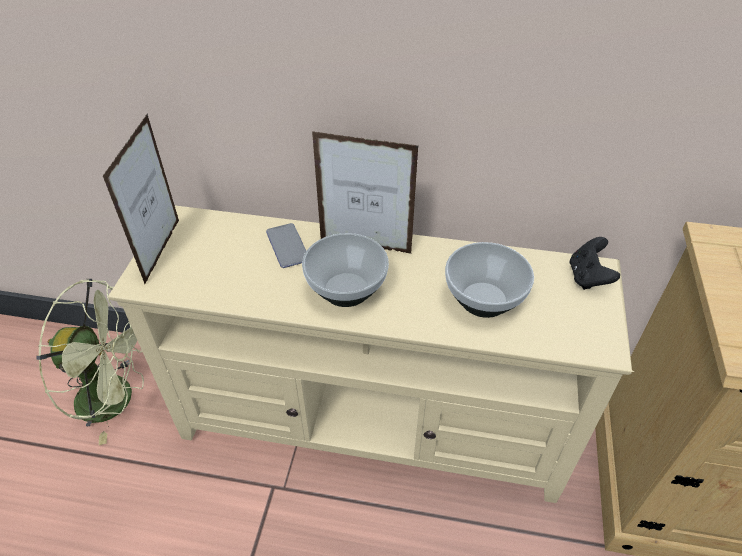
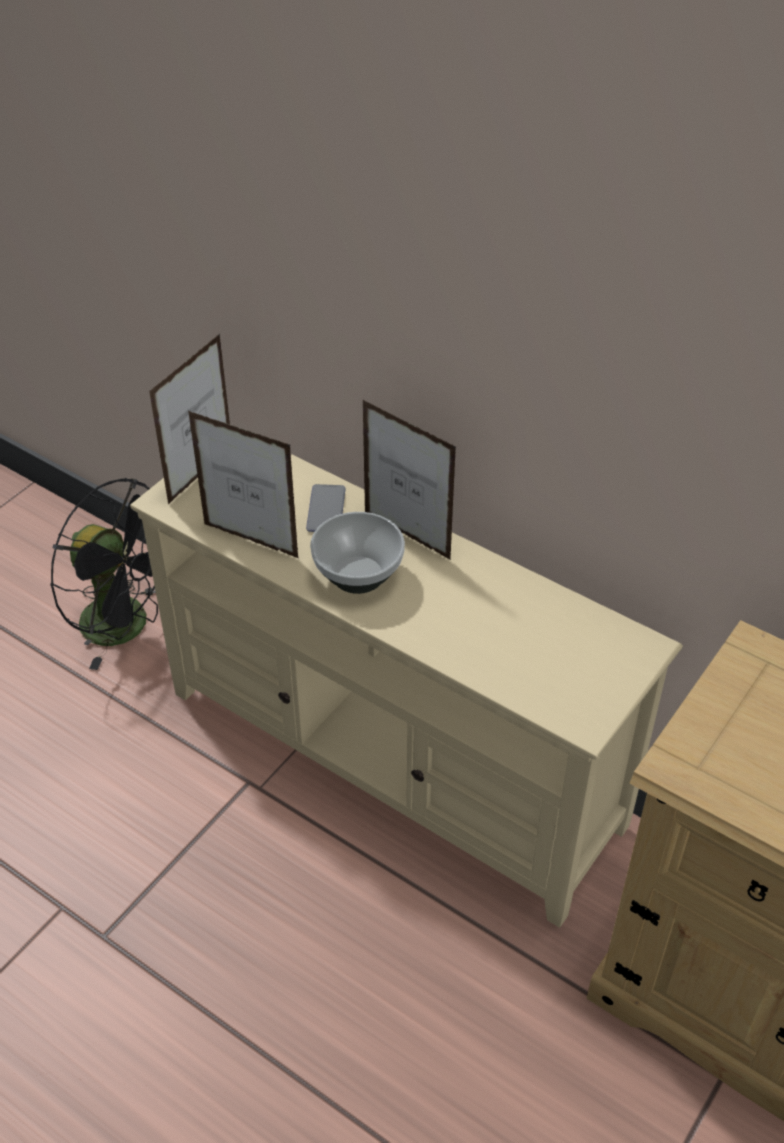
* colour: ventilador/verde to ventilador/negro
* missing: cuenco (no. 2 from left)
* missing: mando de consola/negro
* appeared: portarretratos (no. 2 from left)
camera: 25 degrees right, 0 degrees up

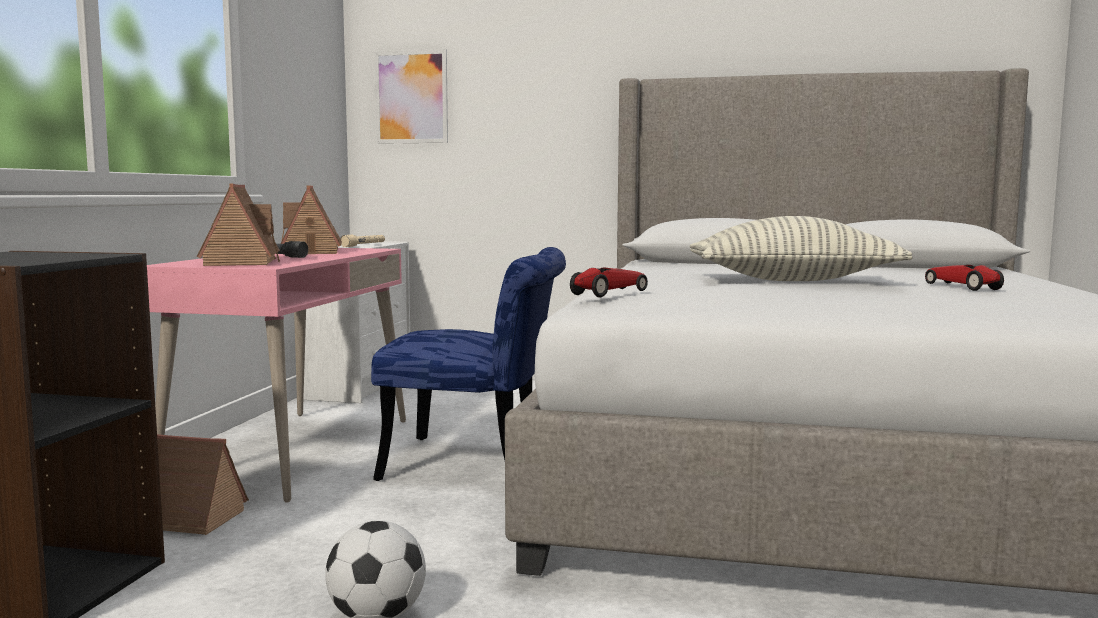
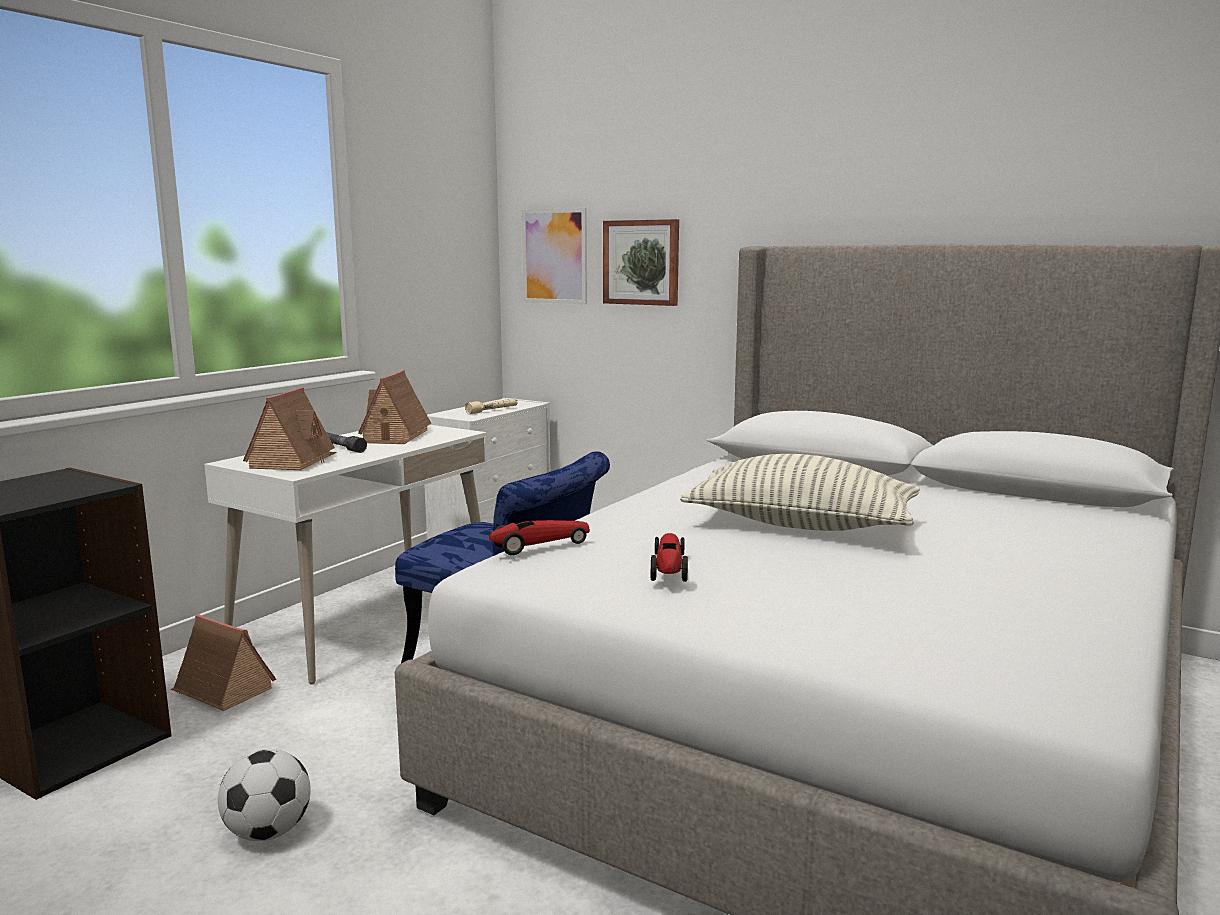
* colour: escritorio/rosa to escritorio/blanco
* relocated: coche de juguete (no. 2 from left)
* appeared: cuadro (no. 2 from left)
camera: 20 degrees right, 5 degrees up

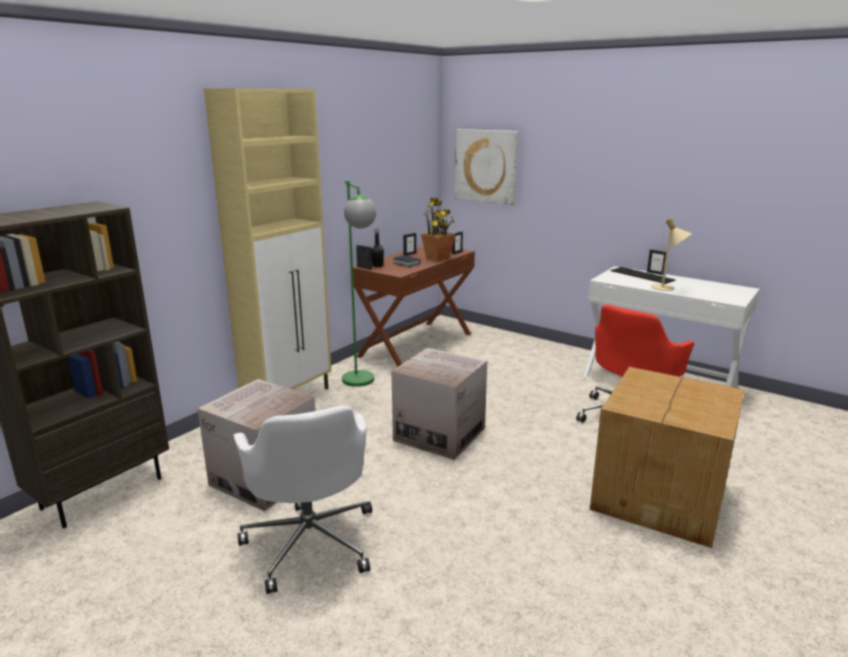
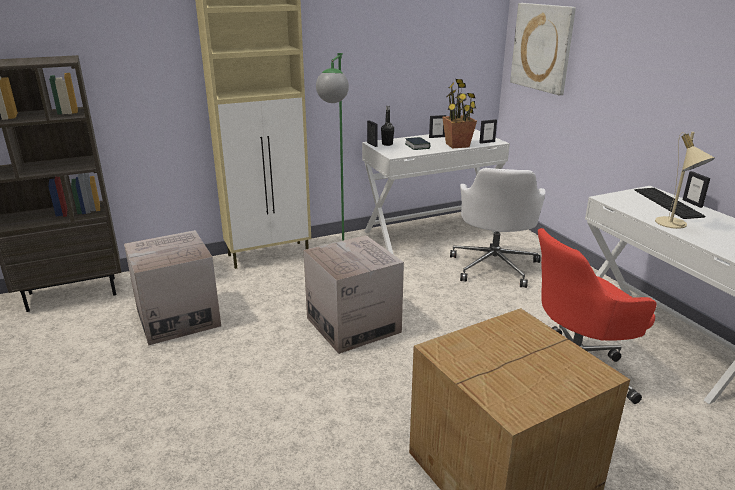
* relocated: silla de oficina/blanco
* colour: escritorio/marrón to escritorio/blanco (no. 1 from left)
camera: 30 degrees right, 5 degrees up

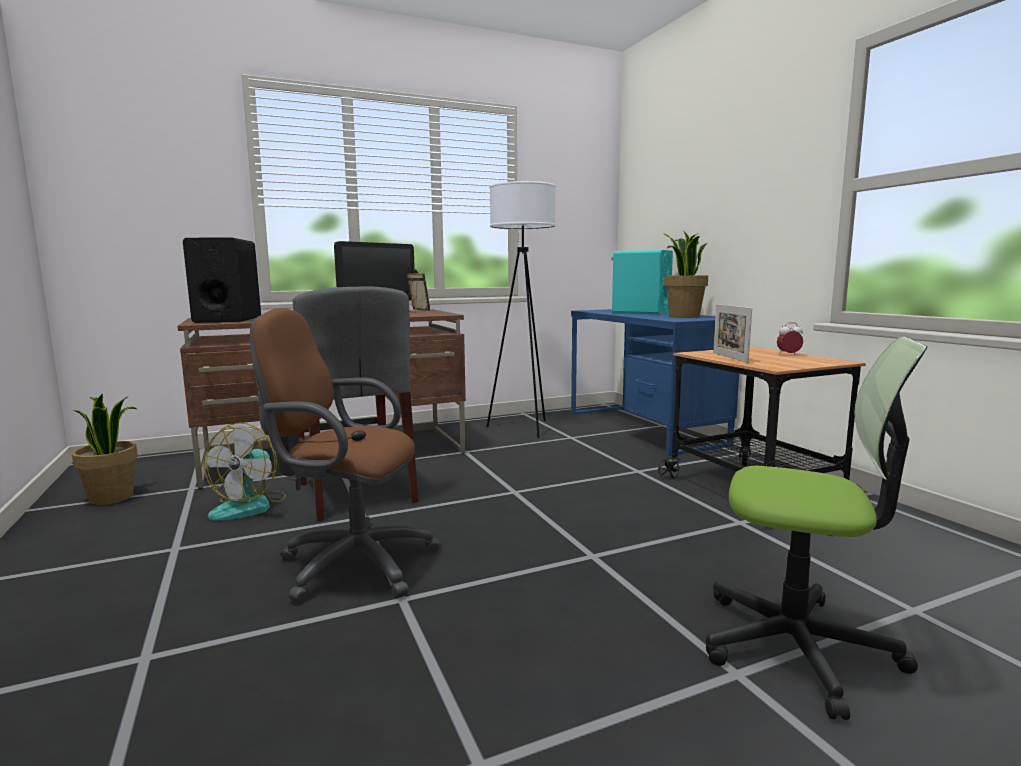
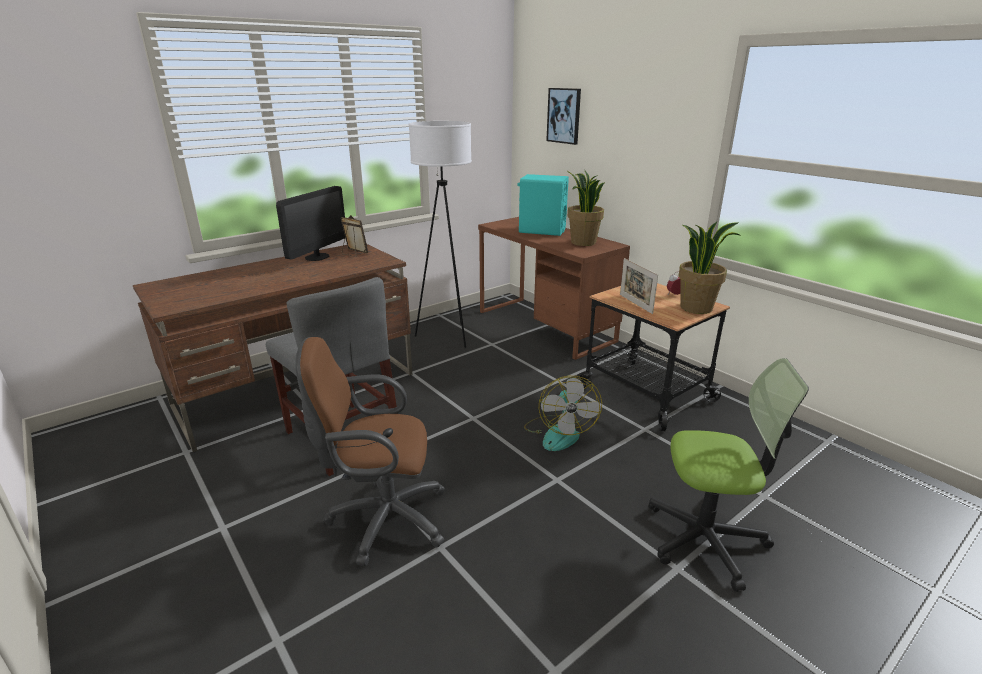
* relocated: planta en maceta (no. 1 from left in the first image) to planta en maceta (no. 2 from left)
* missing: altavoz/negro
* relocated: ventilador
* colour: escritorio/azul to escritorio/marrón (no. 2 from left)
* appeared: cuadro
camera: 15 degrees left, 15 degrees up

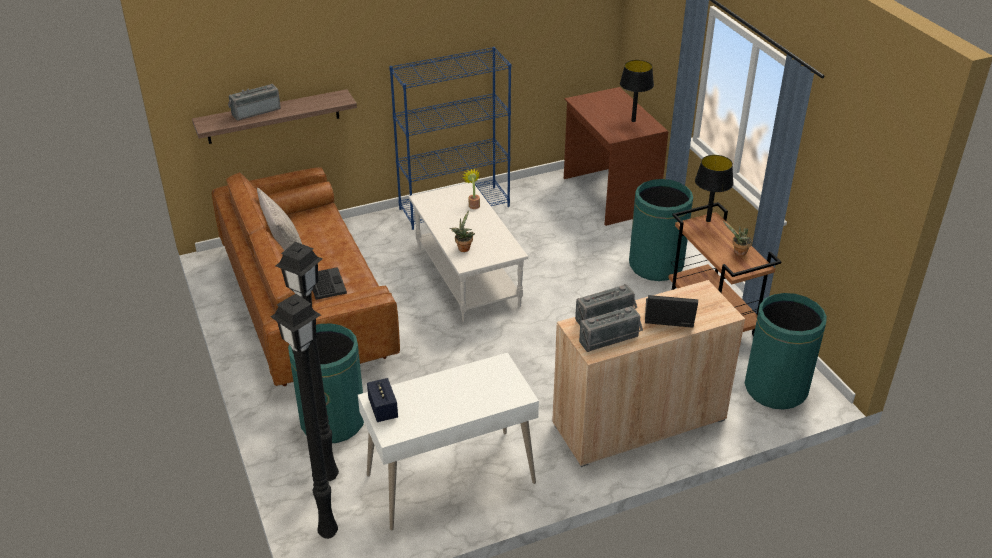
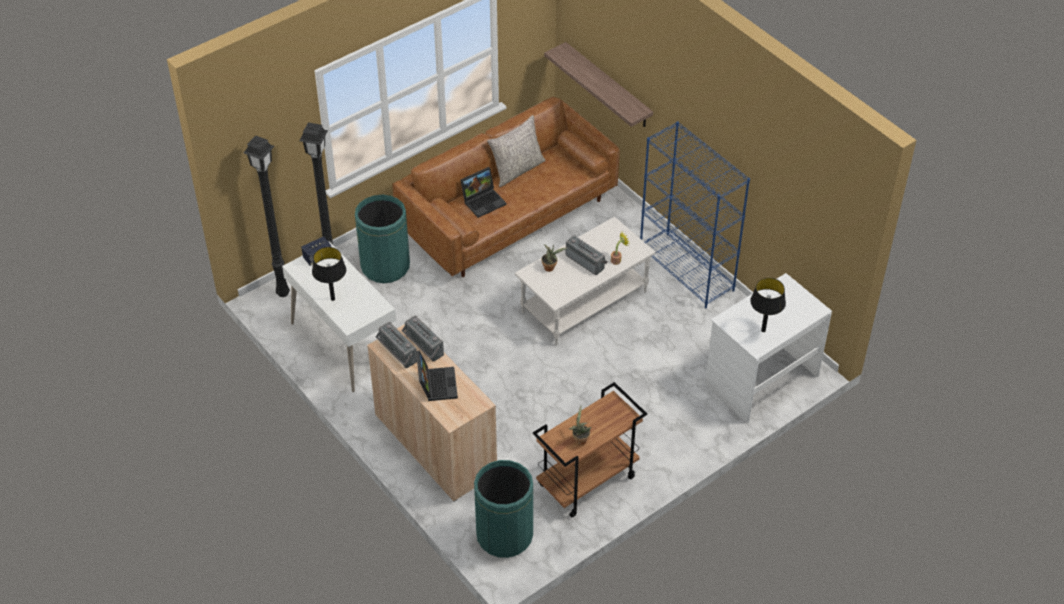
* relocated: radio (no. 1 from left in the first image) to radio (no. 3 from left)
* colour: escritorio/marrón to escritorio/blanco (no. 2 from left)
* missing: papelera/verde (no. 2 from left)
* relocated: lámpara de mesa/negro (no. 2 from left in the first image) to lámpara de mesa/negro (no. 1 from left)
camera: 75 degrees right, 10 degrees up

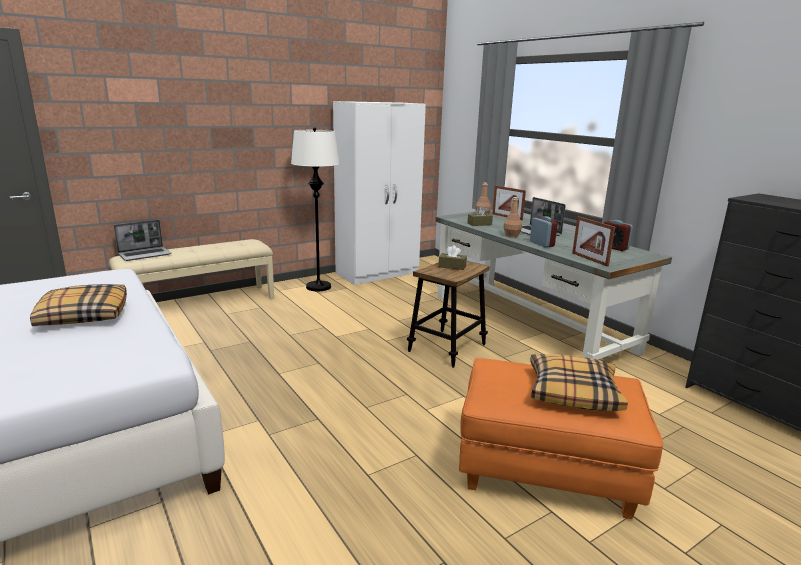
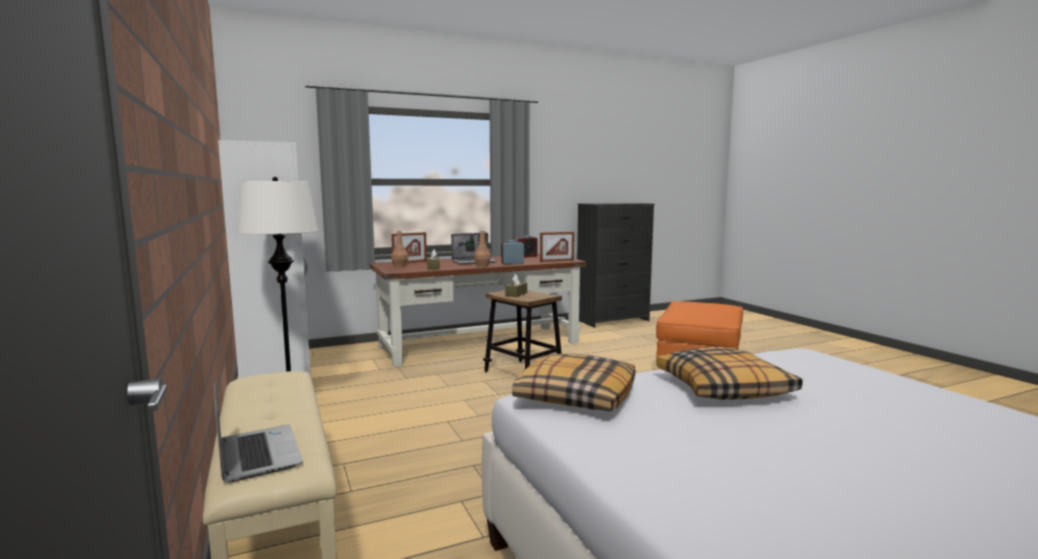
* colour: escritorio/gris to escritorio/marrón
* relocated: cojín (no. 2 from left in the first image) to cojín (no. 1 from left)
camera: 80 degrees left, 10 degrees down

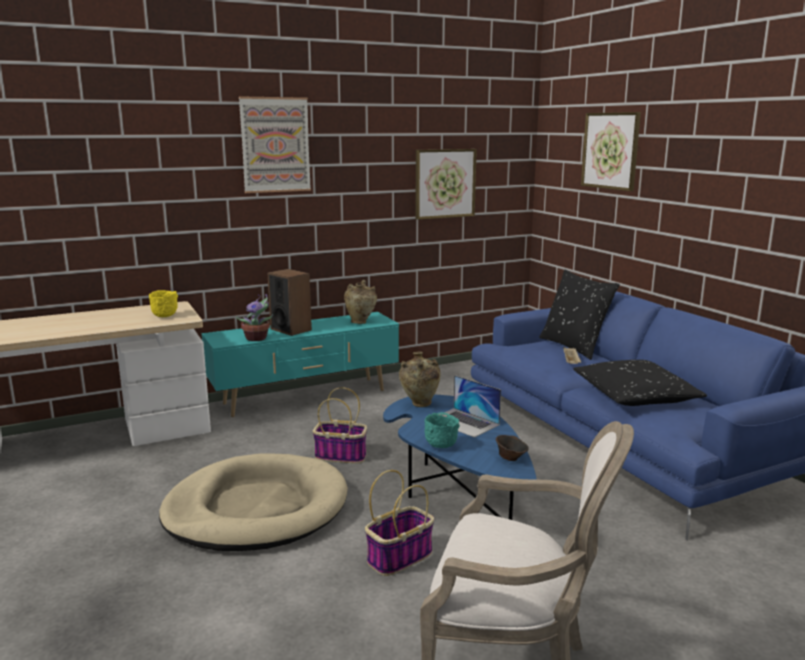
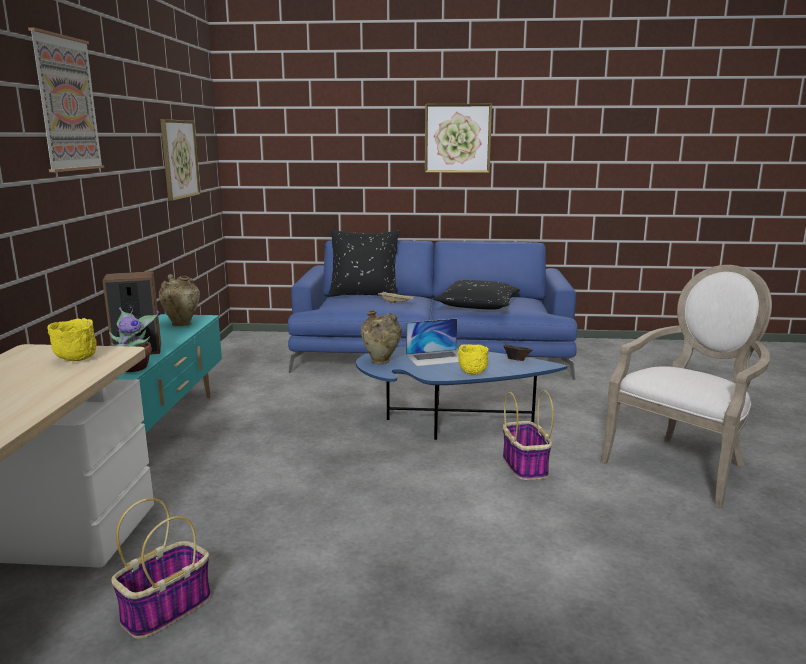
* missing: cama para perro/beis
* relocated: cesta (no. 1 from left)
* colour: cuenco/turquesa to cuenco/amarillo (no. 2 from left)
* relocated: cuadro (no. 3 from left)
camera: 60 degrees left, 0 degrees up

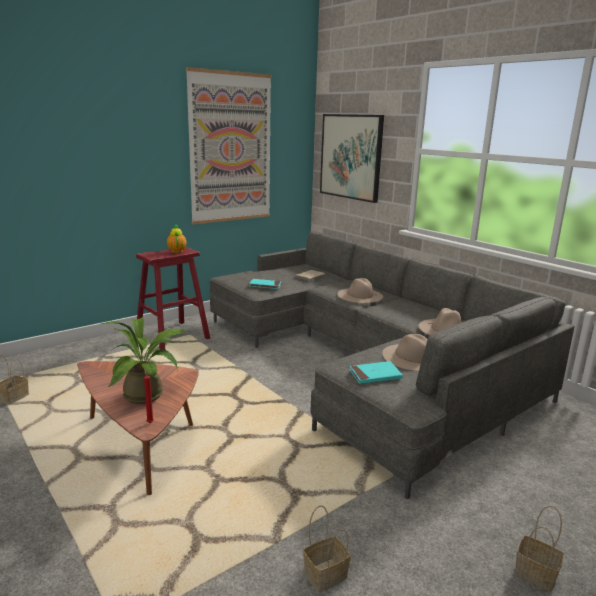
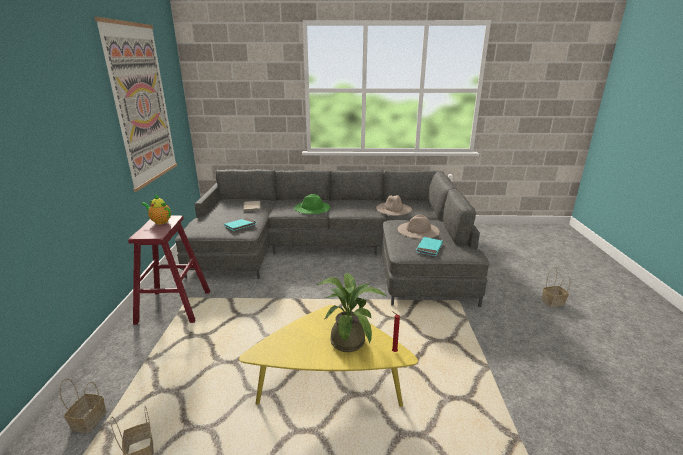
* colour: mesa de centro/marrón to mesa de centro/amarillo
* relocated: cesta (no. 2 from left in the first image) to cesta (no. 1 from left)
* missing: cuadro (no. 2 from left)
* colour: sombrero/beis (no. 1 from left) to sombrero/verde
camera: 50 degrees left, 5 degrees up

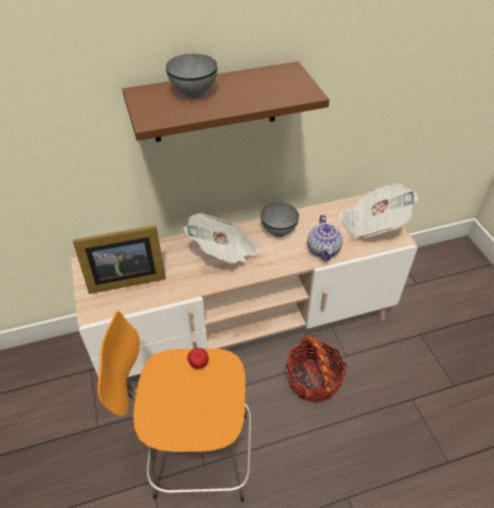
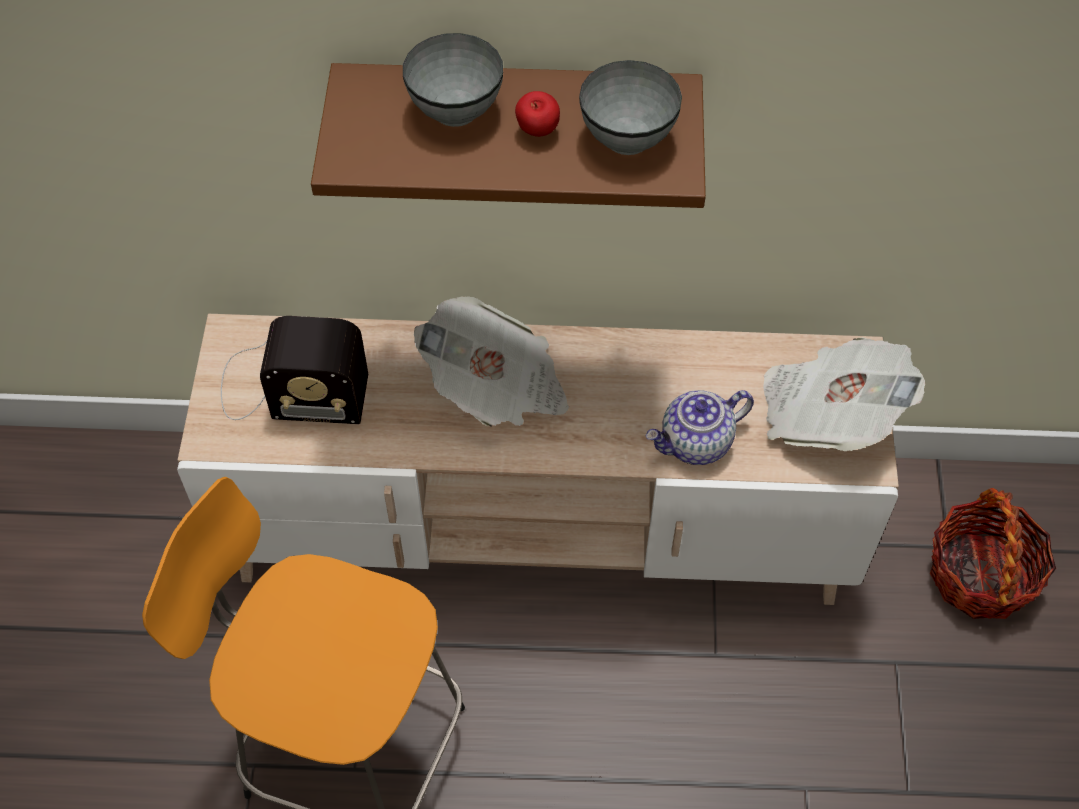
* exchanged: portarretratos to radio
* relocated: manzana
* relocated: cuenco/gris (no. 2 from left)
* relocated: cesta
* spun: tetera 45 degrees clockwise
camera: 20 degrees right, 10 degrees up

